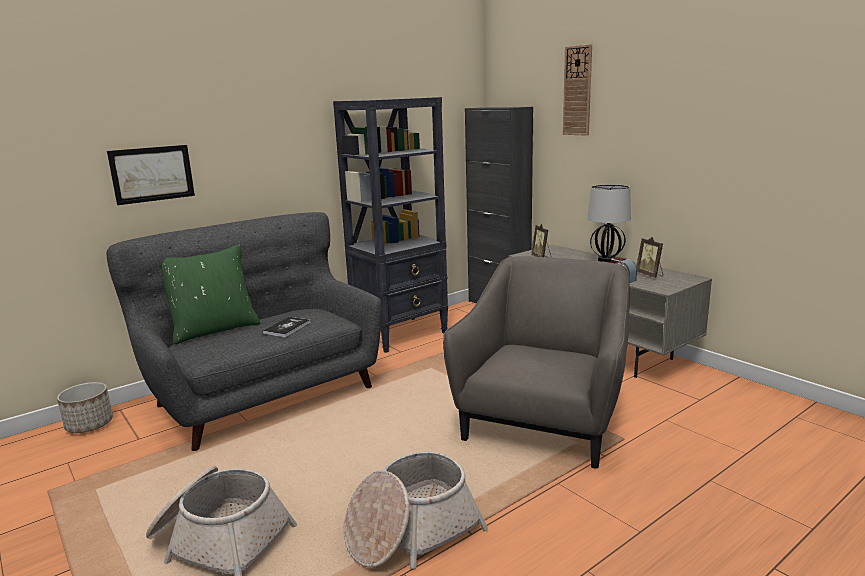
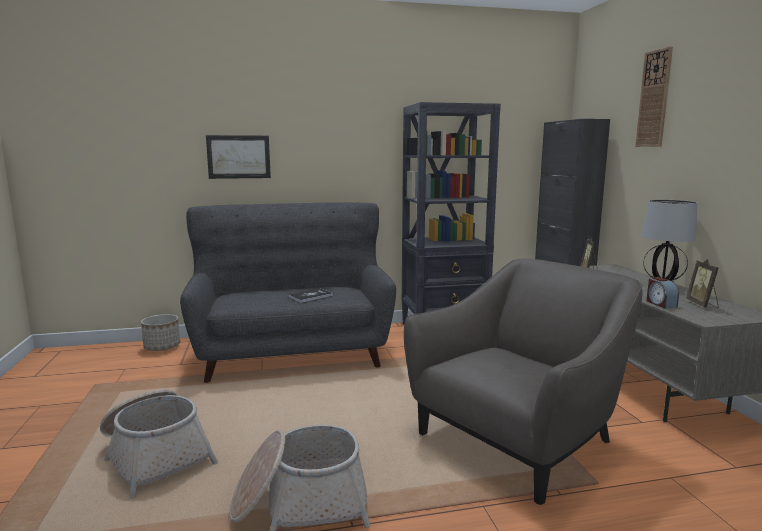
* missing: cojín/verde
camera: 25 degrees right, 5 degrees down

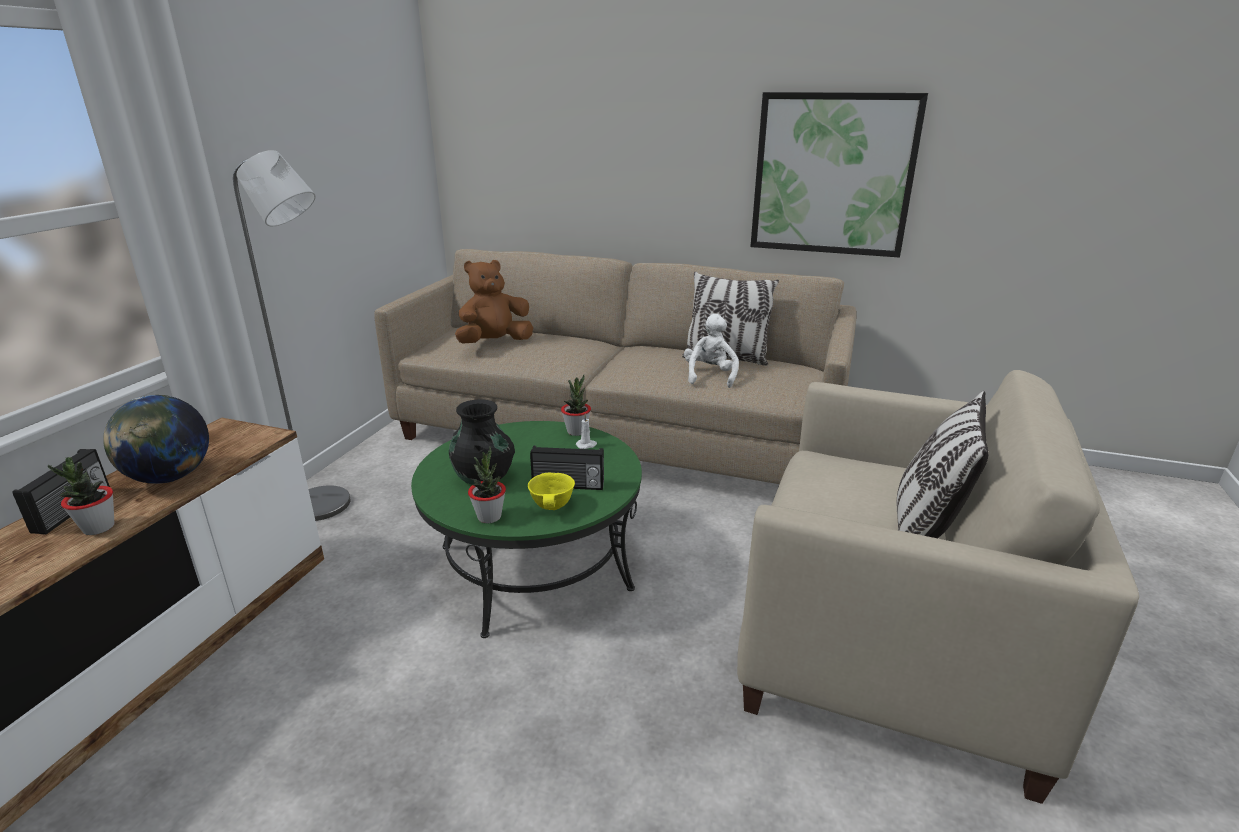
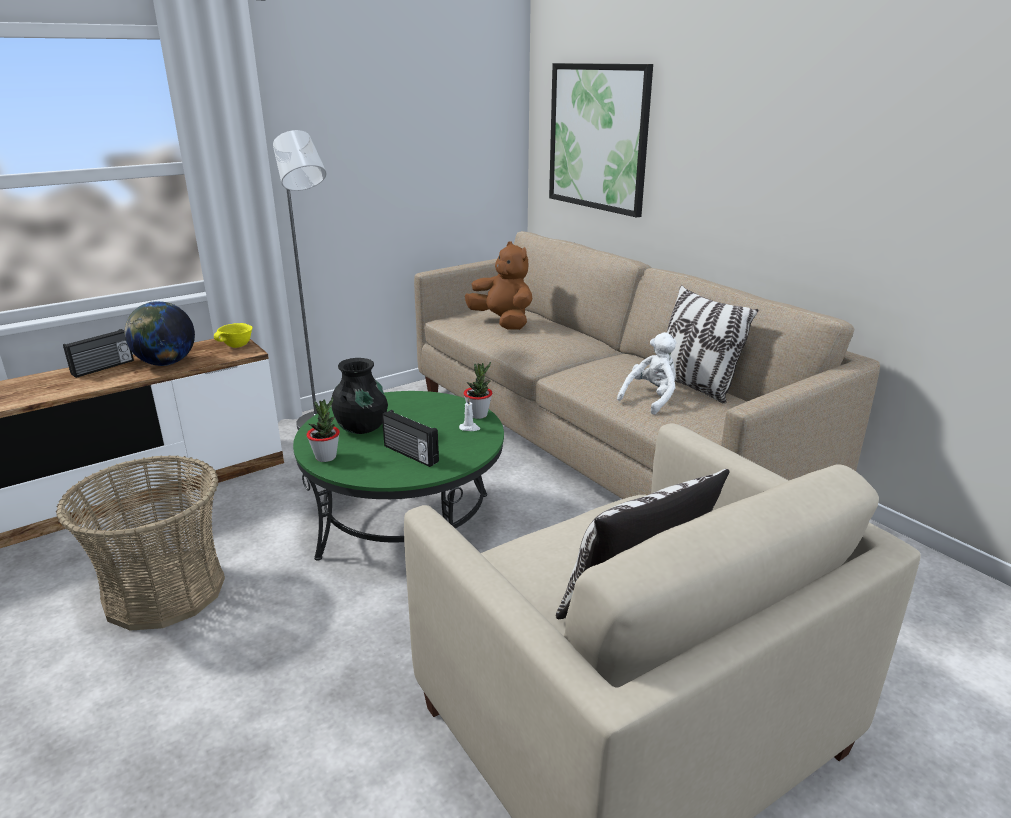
* missing: planta en maceta (no. 1 from left)
* spun: peluche/marrón 45 degrees clockwise
* relocated: cuenco/amarillo
* relocated: cuadro
* appeared: cesta
camera: 35 degrees right, 0 degrees up

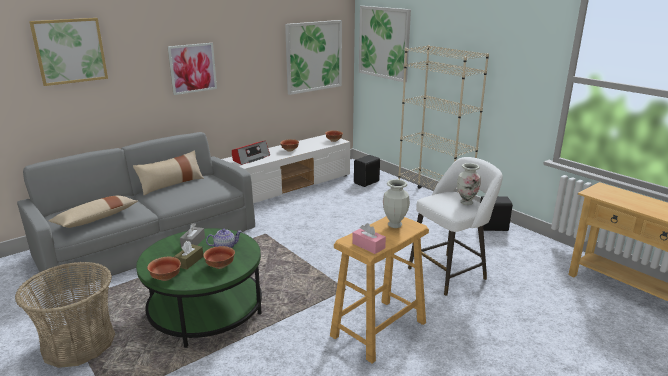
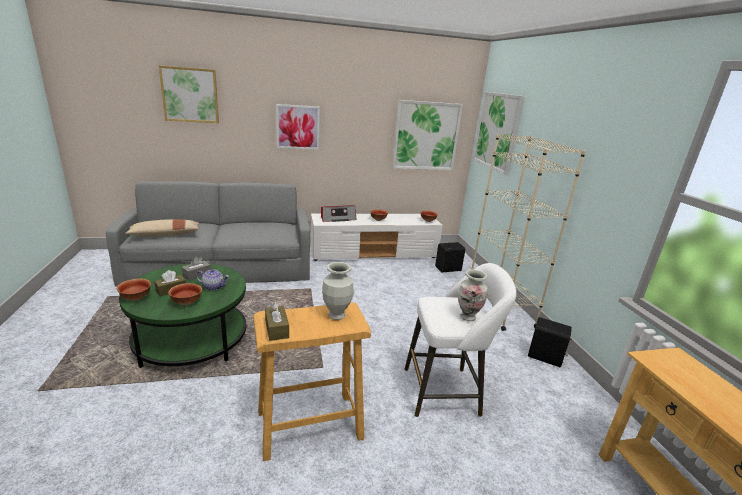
* missing: cesta
* missing: cojín/beis (no. 2 from left)
* colour: caja de pañuelos/rosa to caja de pañuelos/marrón (no. 2 from left)
camera: 25 degrees right, 0 degrees up

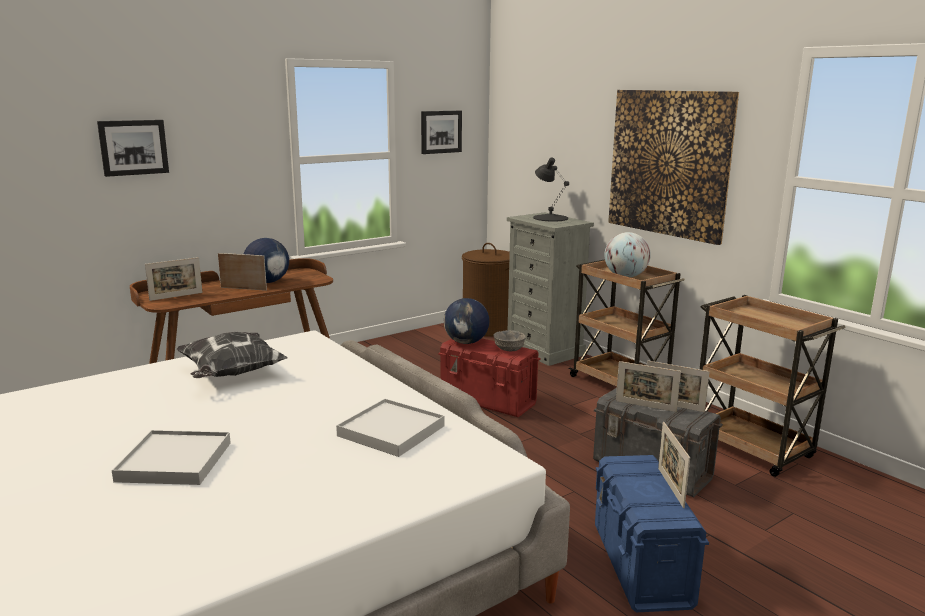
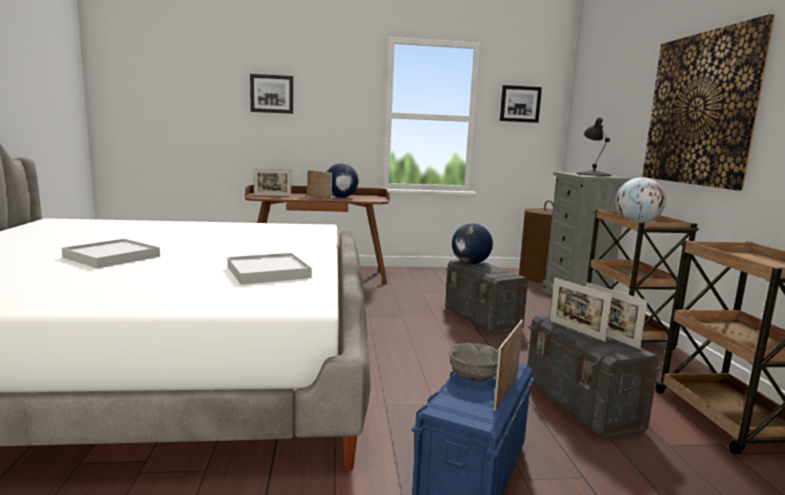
* missing: cojín
* colour: caja de almacenaje/rojo to caja de almacenaje/gris (no. 1 from left)
* relocated: cuenco/gris
camera: 30 degrees right, 5 degrees down

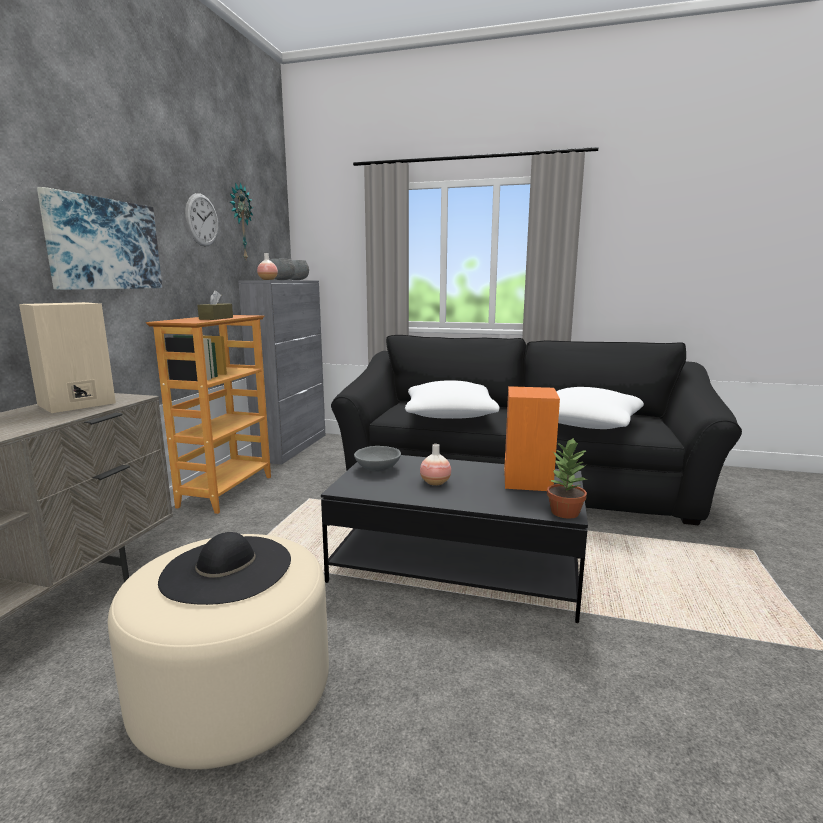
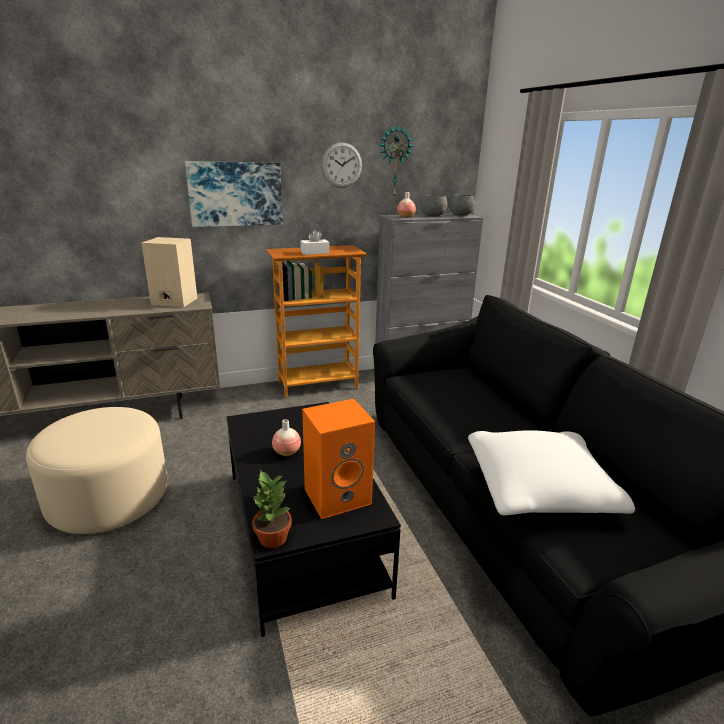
* missing: sombrero/negro
* colour: caja de pañuelos/marrón to caja de pañuelos/blanco
* missing: cuenco/gris (no. 3 from left)
* missing: cojín/blanco (no. 1 from left)
camera: 55 degrees right, 10 degrees up

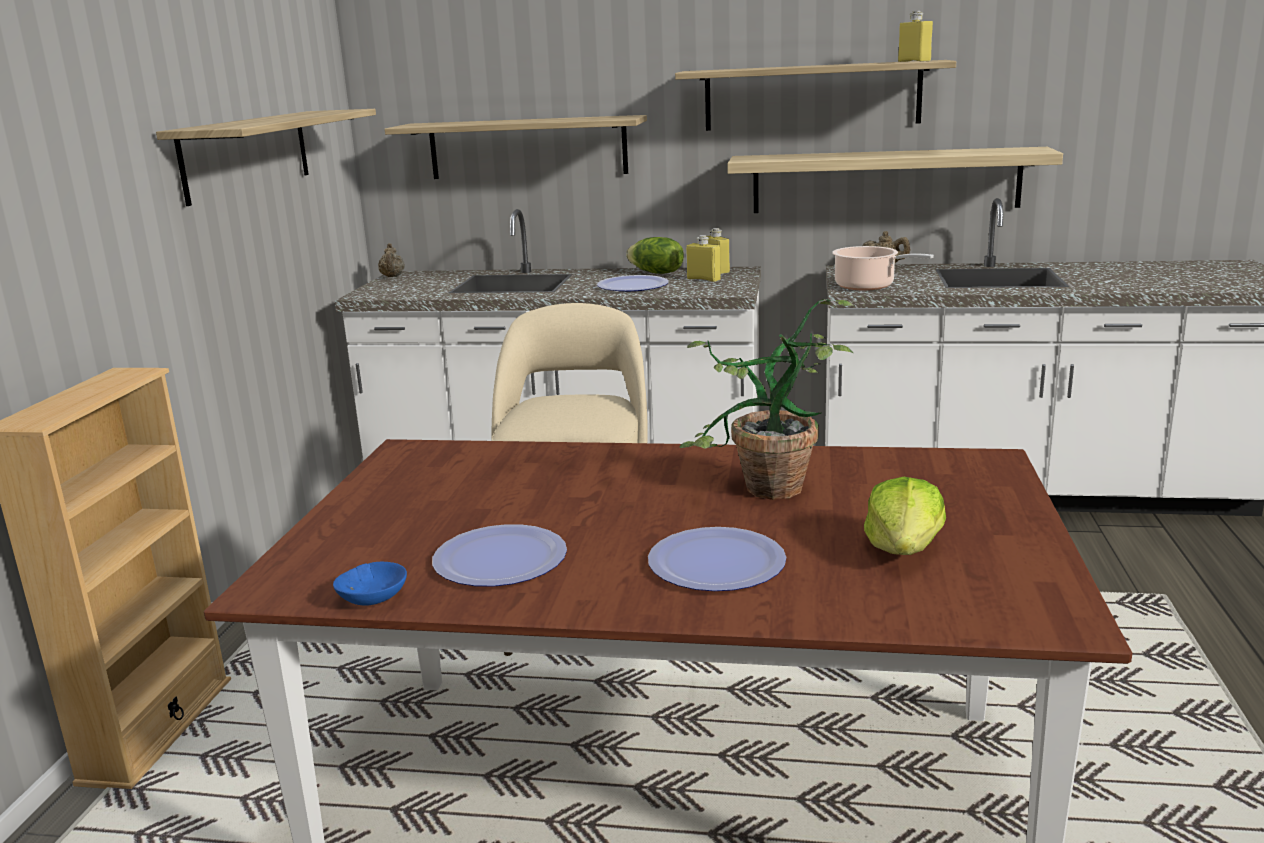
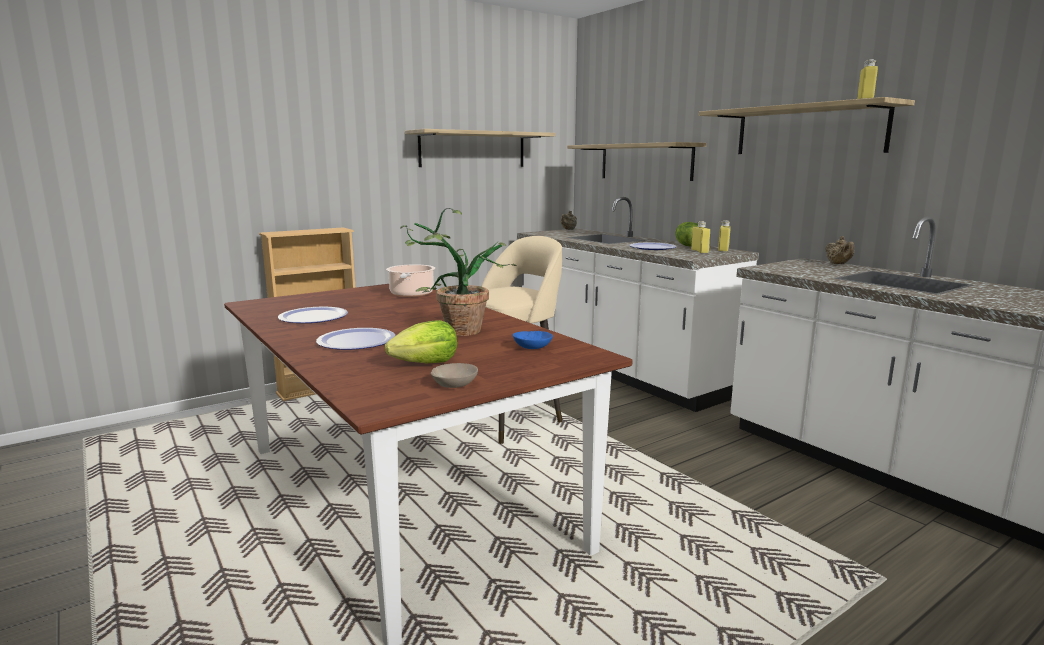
* relocated: cuenco/azul
* missing: estante (no. 4 from left)
* relocated: olla
* appeared: cuenco/beis
camera: 45 degrees right, 5 degrees down

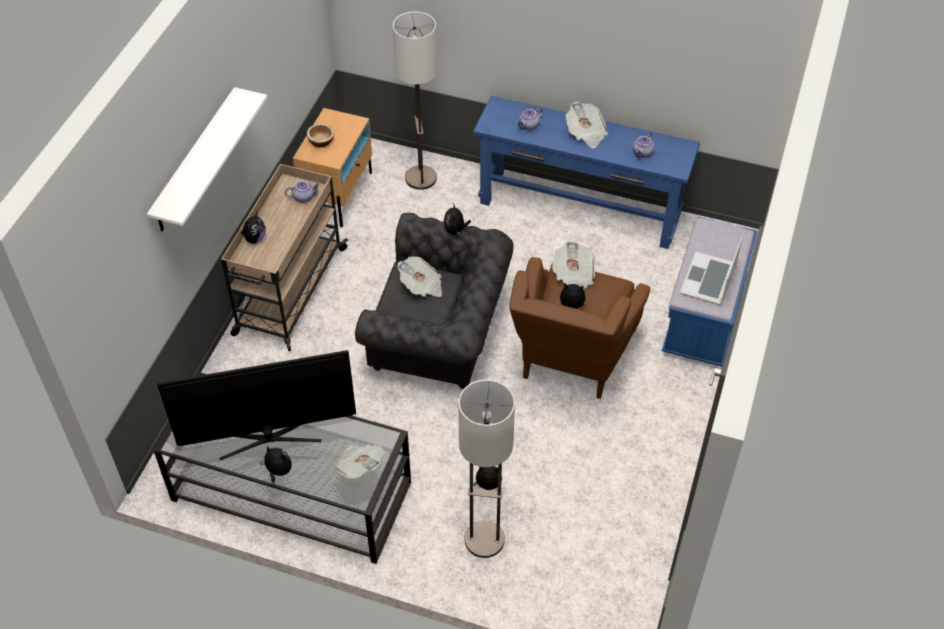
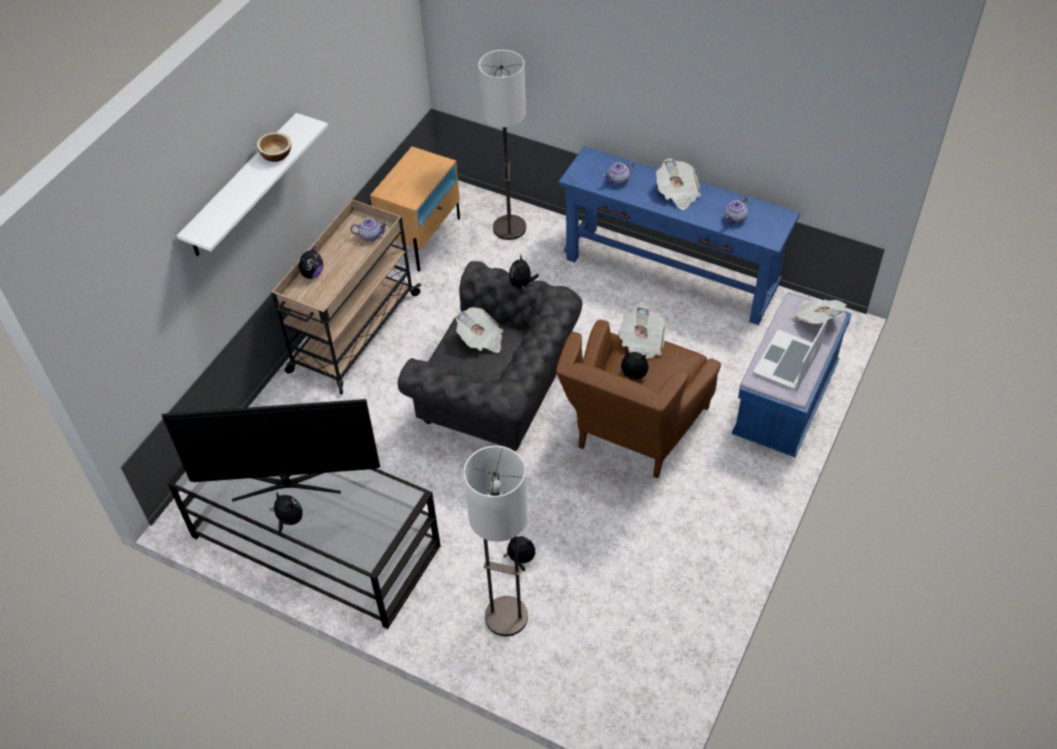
* relocated: cuenco
* relocated: periódico (no. 1 from left in the first image) to periódico (no. 4 from left)
camera: 10 degrees right, 0 degrees up

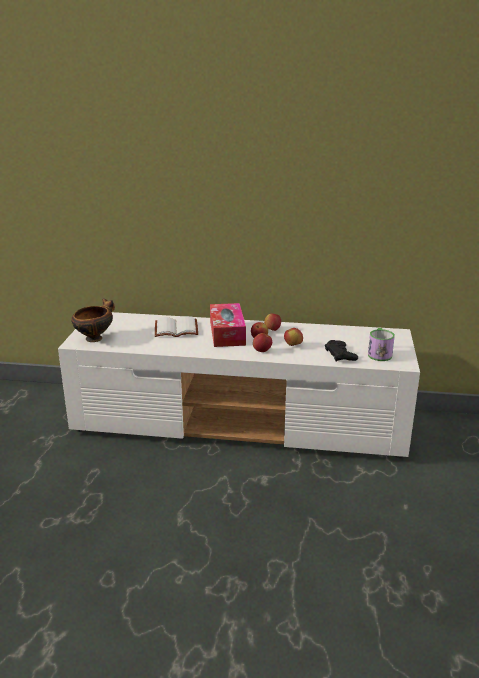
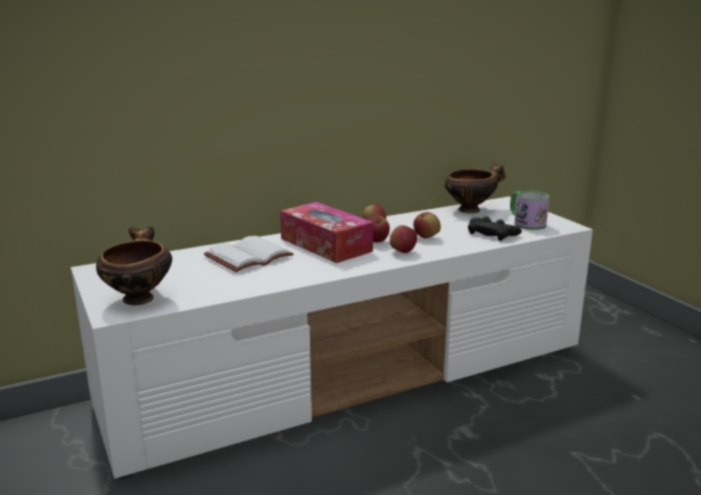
* appeared: cuenco (no. 2 from left)
camera: 35 degrees left, 5 degrees down

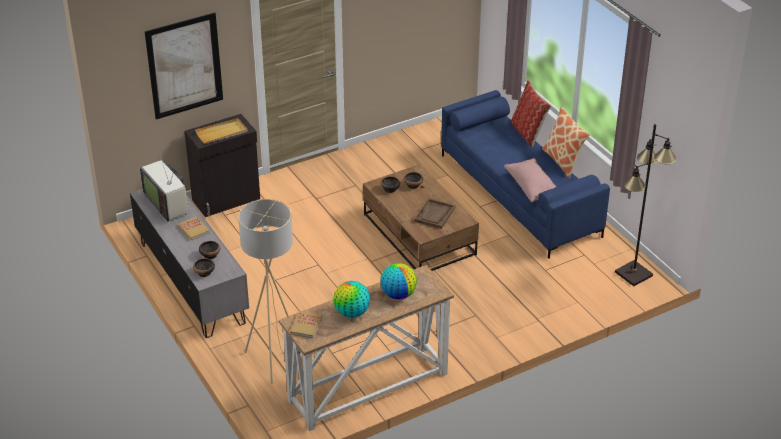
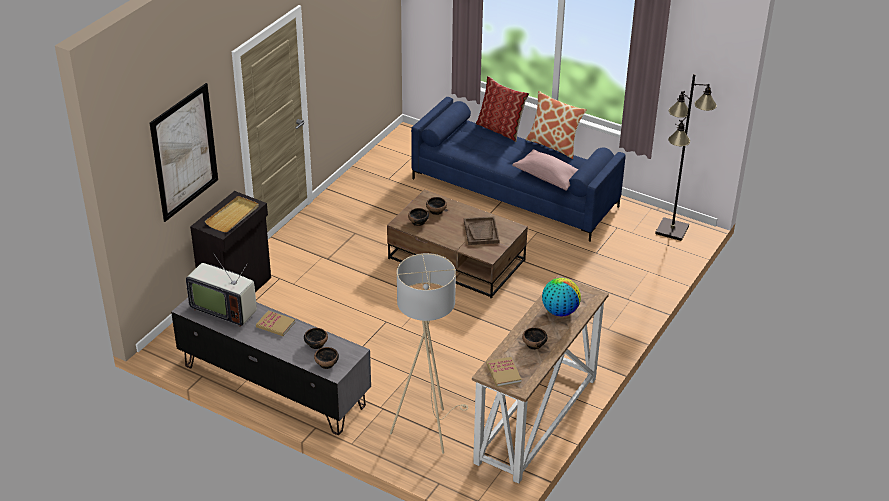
* exchanged: globo terráqueo (no. 1 from left) to cuenco (no. 5 from left)
camera: 30 degrees left, 0 degrees up

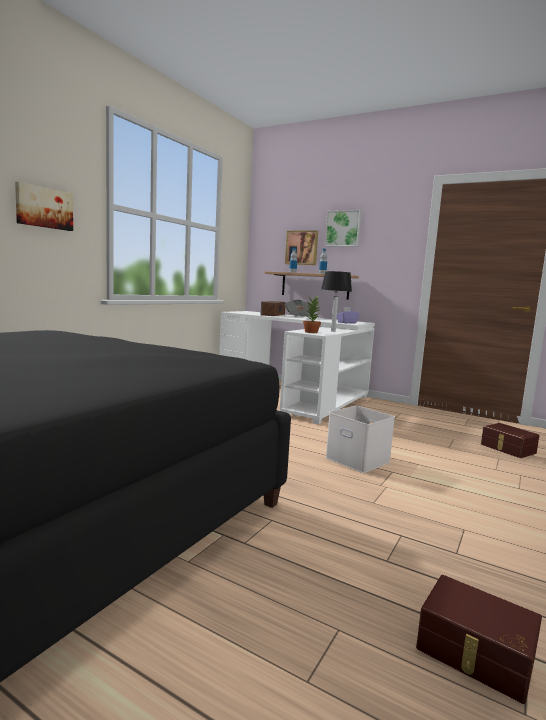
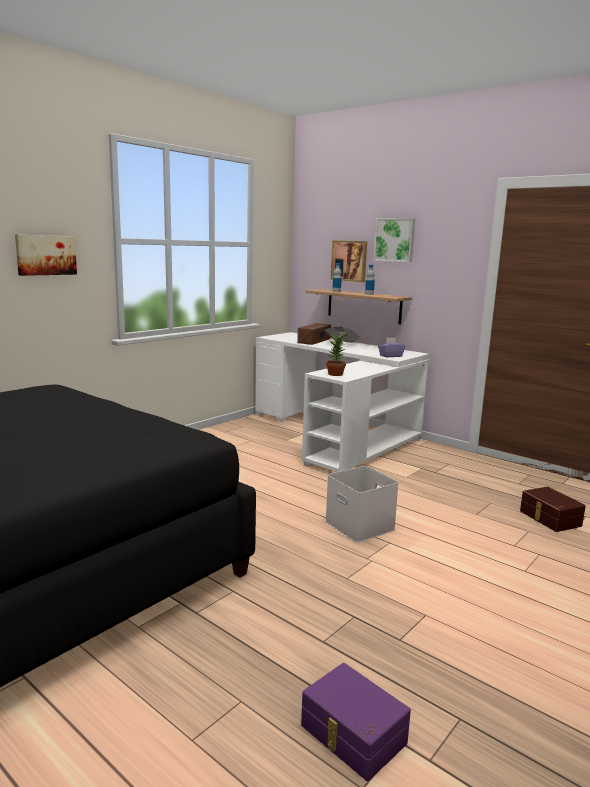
* missing: lámpara de mesa
* colour: caja de almacenaje/marrón (no. 1 from left) to caja de almacenaje/morado
camera: 10 degrees right, 5 degrees up

